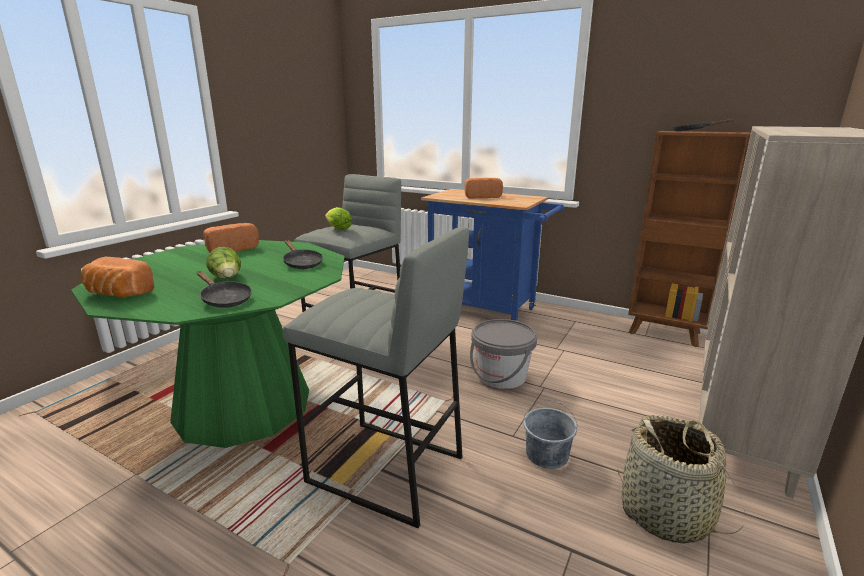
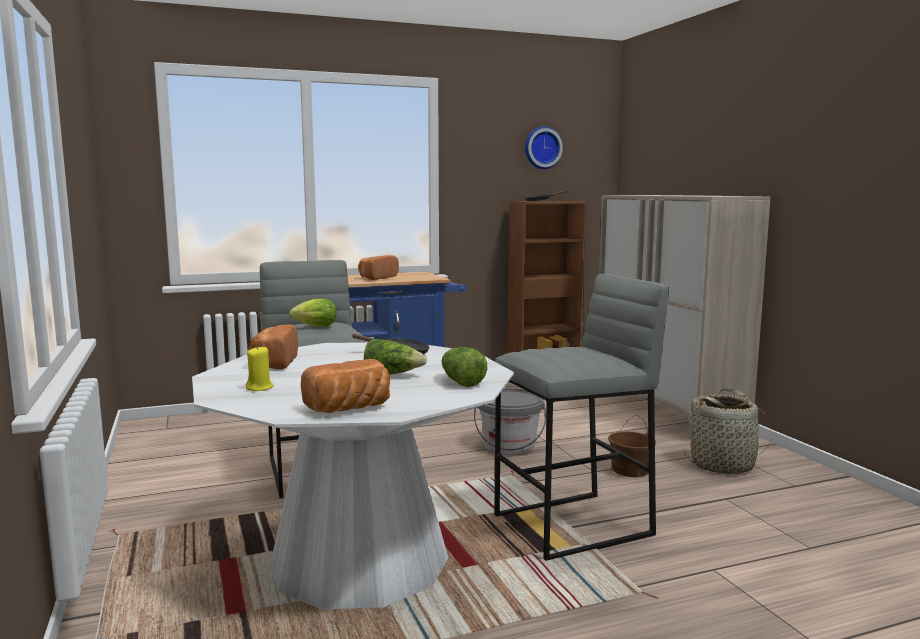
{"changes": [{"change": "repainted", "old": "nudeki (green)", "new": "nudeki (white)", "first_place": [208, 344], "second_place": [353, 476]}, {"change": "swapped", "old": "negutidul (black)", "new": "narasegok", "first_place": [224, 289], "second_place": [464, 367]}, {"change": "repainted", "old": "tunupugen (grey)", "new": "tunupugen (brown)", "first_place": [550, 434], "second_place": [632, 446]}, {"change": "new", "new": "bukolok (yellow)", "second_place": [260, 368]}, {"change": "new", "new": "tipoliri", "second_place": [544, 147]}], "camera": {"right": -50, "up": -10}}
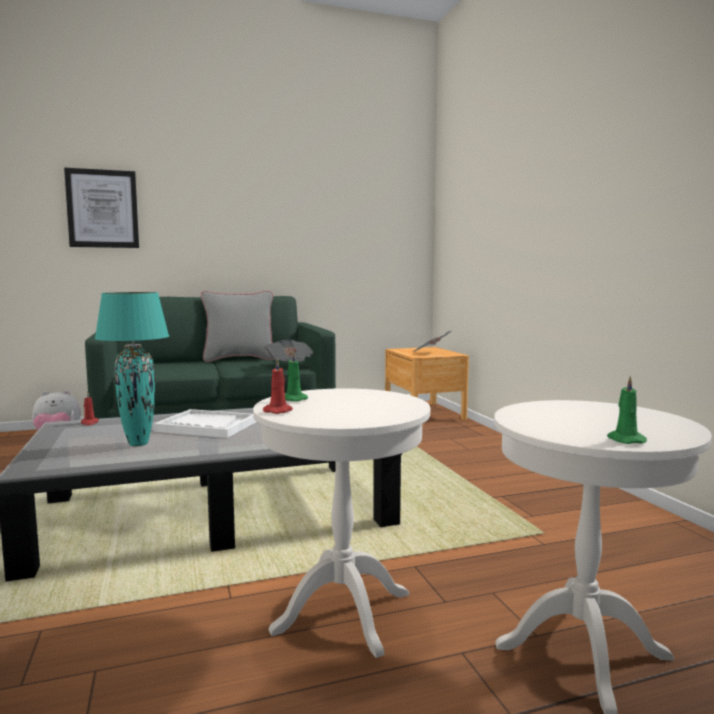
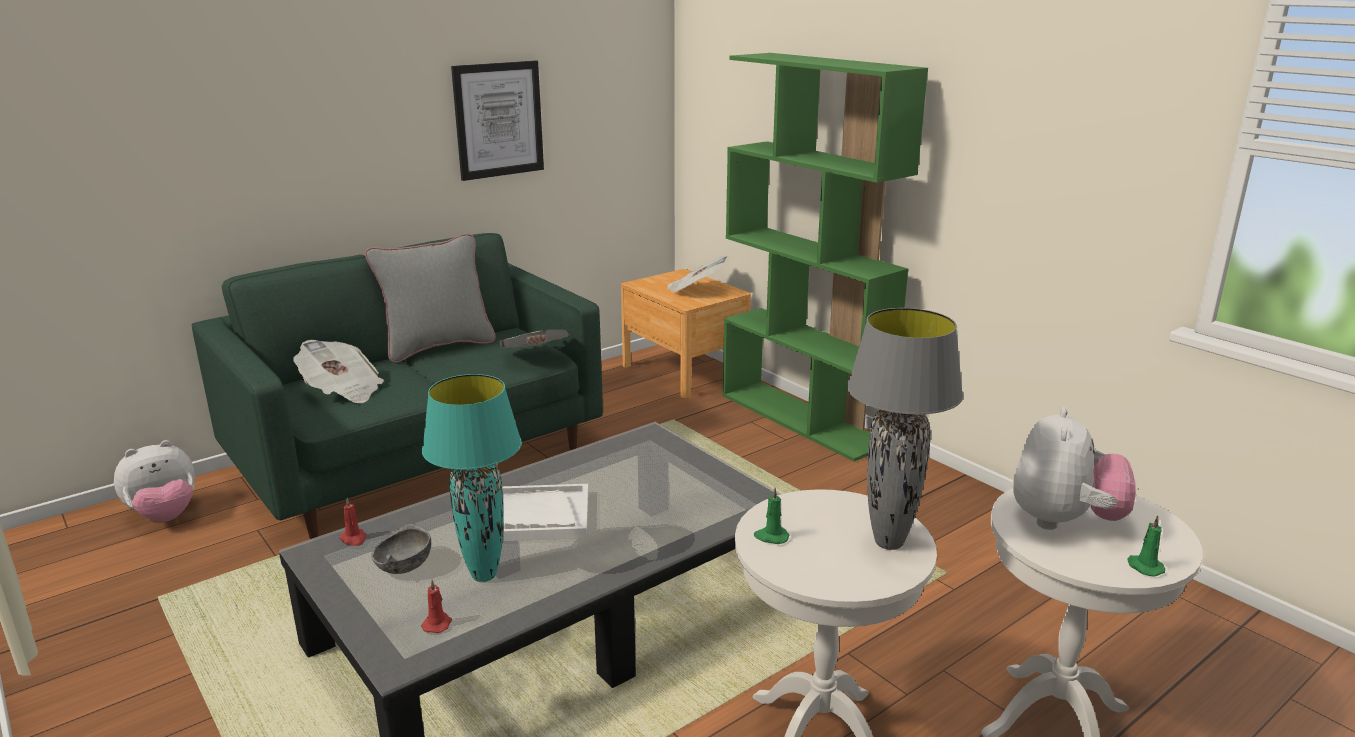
{"changes": [{"change": "shifted", "old": "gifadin", "first_place": [101, 208], "second_place": [497, 120]}, {"change": "shifted", "old": "bukolok (red)", "first_place": [278, 386], "second_place": [436, 606]}, {"change": "new", "new": "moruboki", "second_place": [338, 371]}, {"change": "new", "new": "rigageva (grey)", "second_place": [401, 548]}, {"change": "new", "new": "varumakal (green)", "second_place": [825, 257]}, {"change": "new", "new": "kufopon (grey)", "second_place": [905, 429]}, {"change": "new", "new": "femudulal", "second_place": [1074, 468]}], "camera": {"right": -20, "up": 15}}
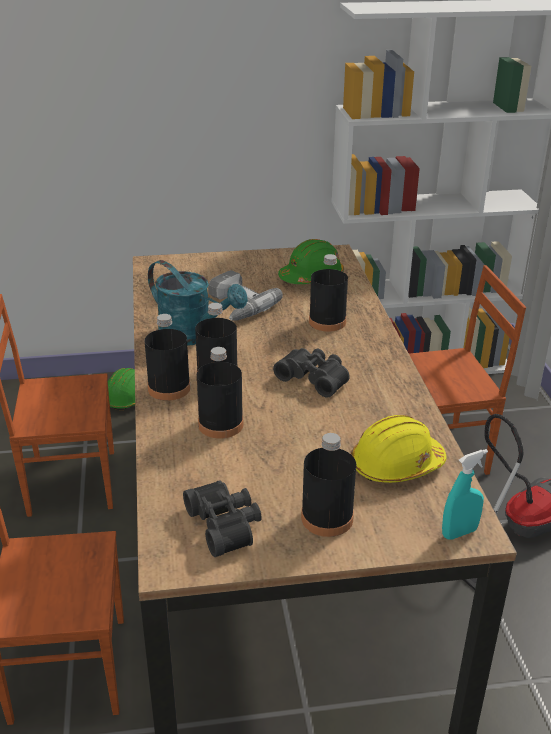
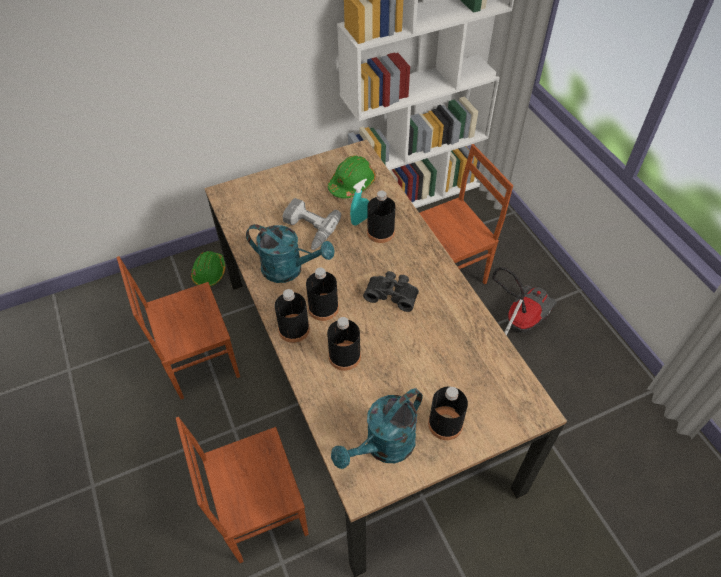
{"changes": [{"change": "swapped", "old": "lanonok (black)", "new": "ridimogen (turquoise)", "first_place": [222, 518], "second_place": [377, 428]}, {"change": "gone", "old": "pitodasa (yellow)", "first_place": [399, 449]}, {"change": "shifted", "old": "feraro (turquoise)", "first_place": [465, 494], "second_place": [359, 202]}], "camera": {"right": -15, "up": 20}}
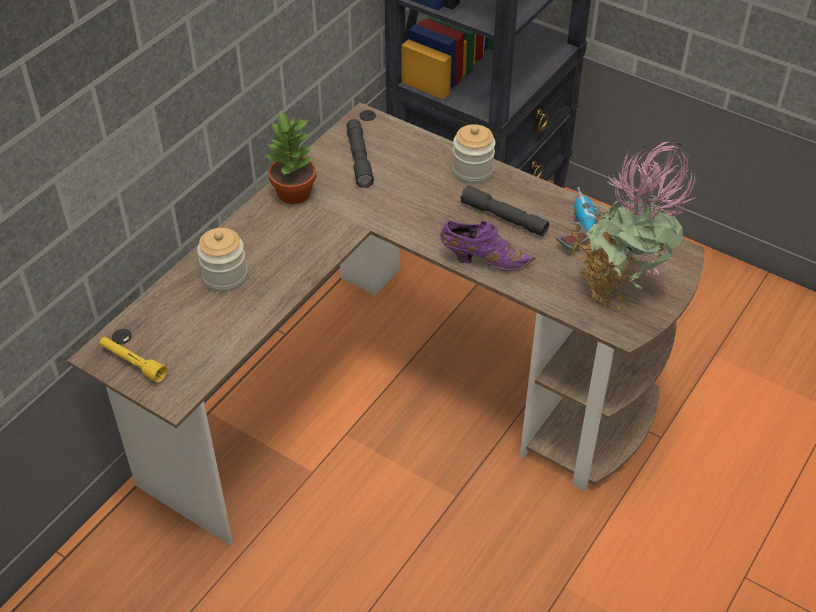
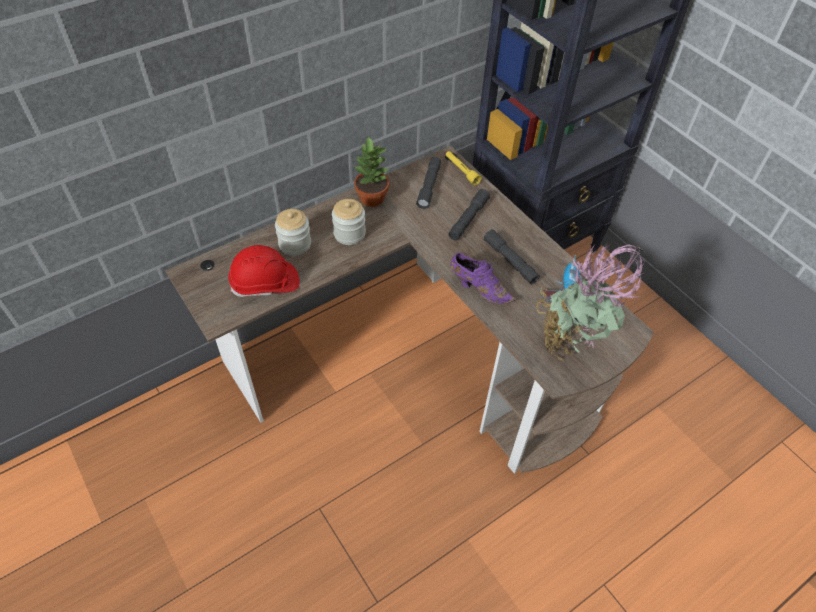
{"changes": [{"change": "shifted", "old": "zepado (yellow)", "first_place": [133, 360], "second_place": [464, 168]}, {"change": "shifted", "old": "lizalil", "first_place": [473, 154], "second_place": [349, 222]}, {"change": "new", "new": "pitodasa (red)", "second_place": [264, 271]}, {"change": "new", "new": "zepado (grey)", "second_place": [469, 214]}], "camera": {"right": 20, "up": 5}}
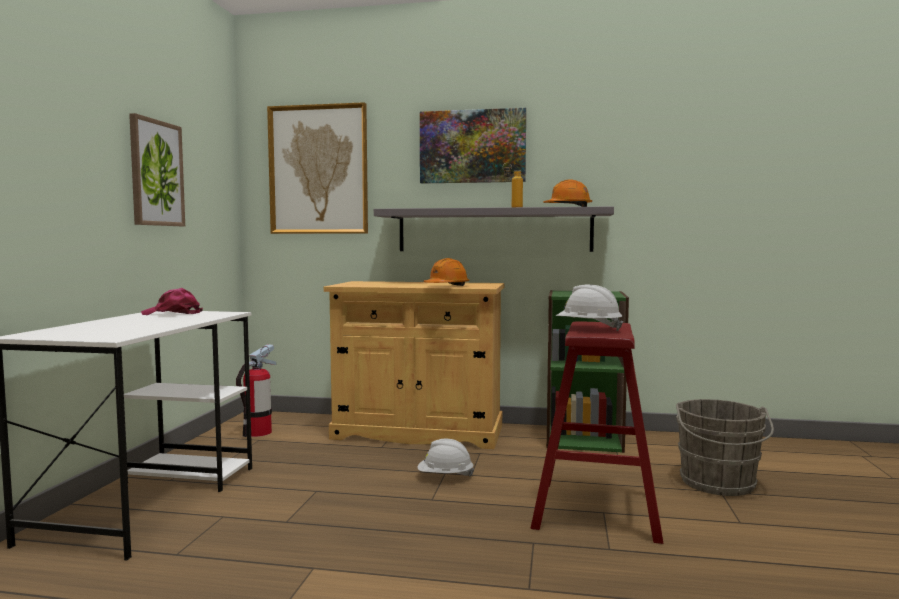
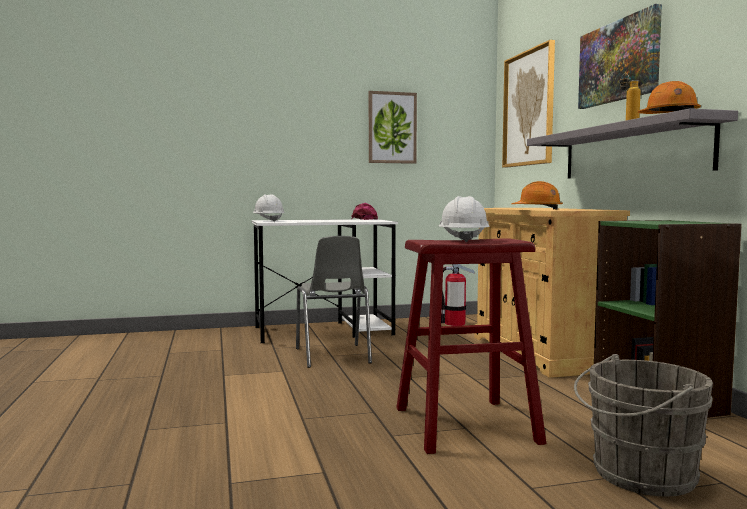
{"changes": [{"change": "shifted", "old": "pitodasa (white)", "first_place": [446, 458], "second_place": [269, 208]}, {"change": "new", "new": "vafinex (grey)", "second_place": [334, 302]}], "camera": {"right": 65, "up": 0}}
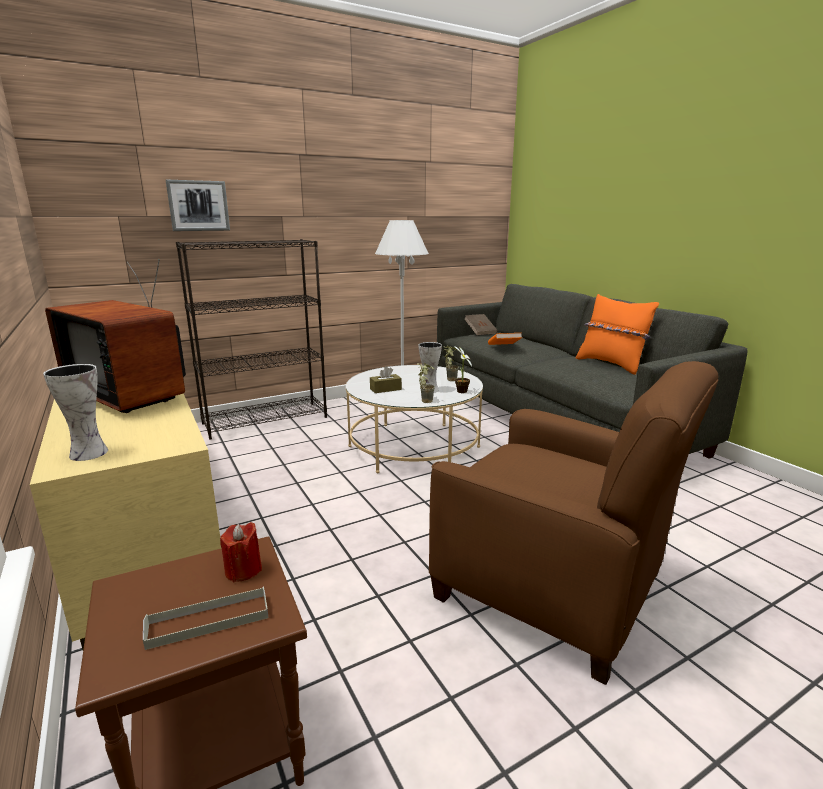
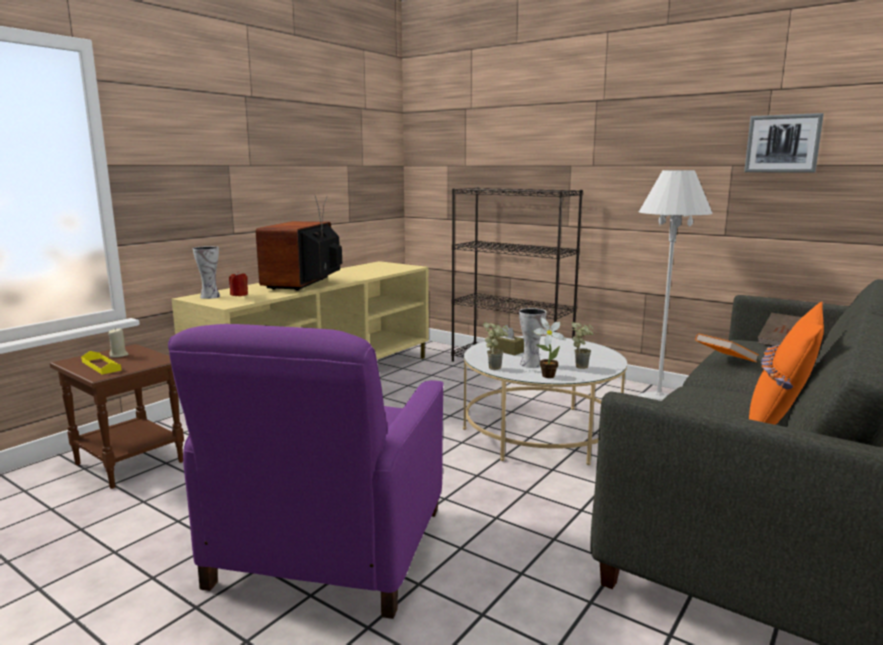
{"changes": [{"change": "repainted", "old": "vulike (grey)", "new": "vulike (yellow)", "first_place": [205, 618], "second_place": [101, 363]}, {"change": "shifted", "old": "gifadin", "first_place": [198, 205], "second_place": [784, 143]}, {"change": "shifted", "old": "bukolok (red)", "first_place": [241, 552], "second_place": [238, 283]}, {"change": "repainted", "old": "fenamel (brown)", "new": "fenamel (purple)", "first_place": [574, 523], "second_place": [306, 471]}, {"change": "new", "new": "bukolok (beige)", "second_place": [118, 343]}], "camera": {"right": 65, "up": -5}}
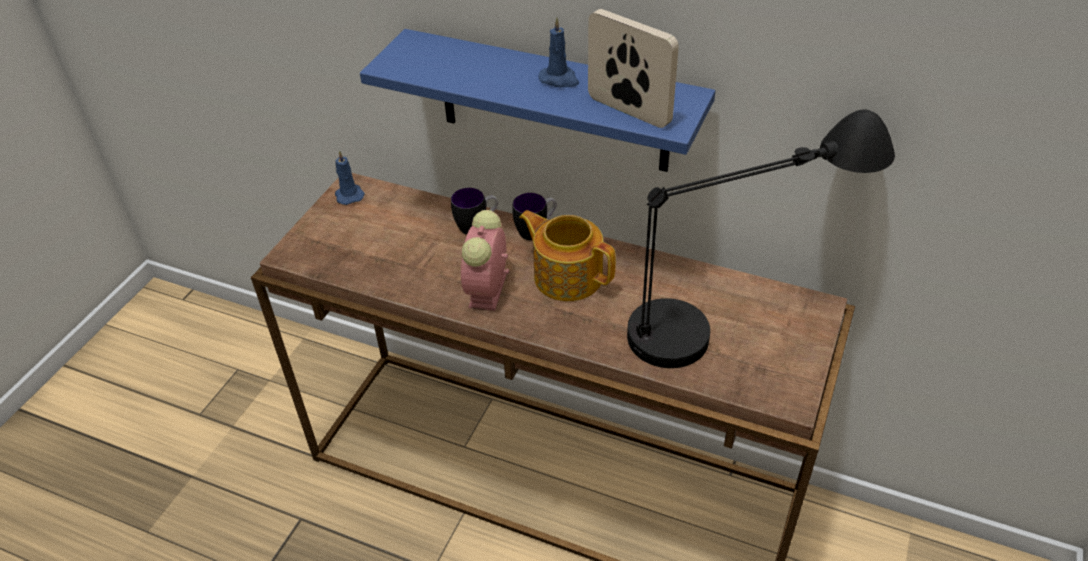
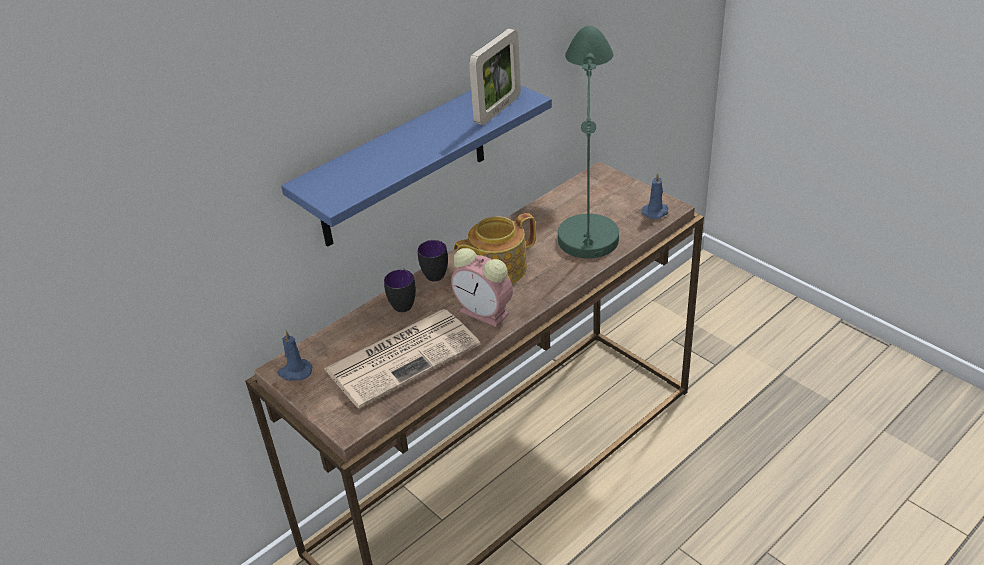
{"changes": [{"change": "shifted", "old": "bukolok (blue)", "first_place": [559, 52], "second_place": [655, 195]}, {"change": "rotated", "old": "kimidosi", "first_place": [633, 68], "second_place": [495, 77], "degrees": 150}, {"change": "repainted", "old": "kufopon (black)", "new": "kufopon (green)", "first_place": [761, 239], "second_place": [588, 142]}, {"change": "new", "new": "moruboki", "second_place": [402, 358]}], "camera": {"right": -65, "up": -5}}
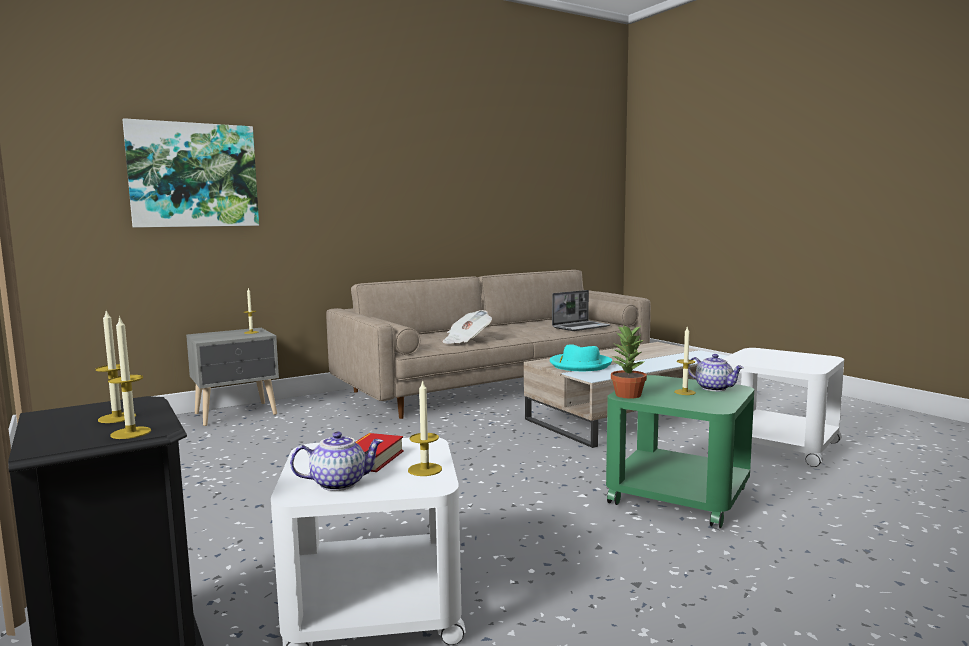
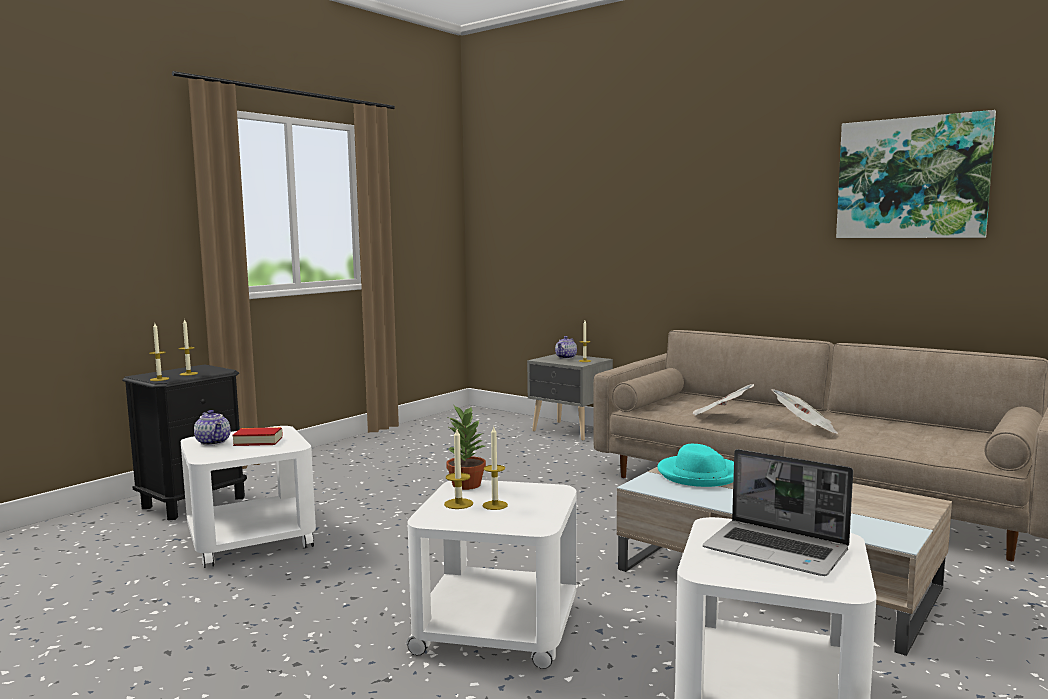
{"changes": [{"change": "shifted", "old": "gifadin", "first_place": [190, 173], "second_place": [916, 174]}, {"change": "shifted", "old": "bukolok", "first_place": [425, 428], "second_place": [458, 469]}, {"change": "shifted", "old": "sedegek", "first_place": [581, 310], "second_place": [778, 512]}, {"change": "repainted", "old": "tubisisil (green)", "new": "tubisisil (white)", "first_place": [680, 452], "second_place": [491, 574]}, {"change": "shifted", "old": "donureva", "first_place": [716, 372], "second_place": [566, 347]}, {"change": "new", "new": "moruboki", "second_place": [805, 411]}], "camera": {"right": 70, "up": 0}}
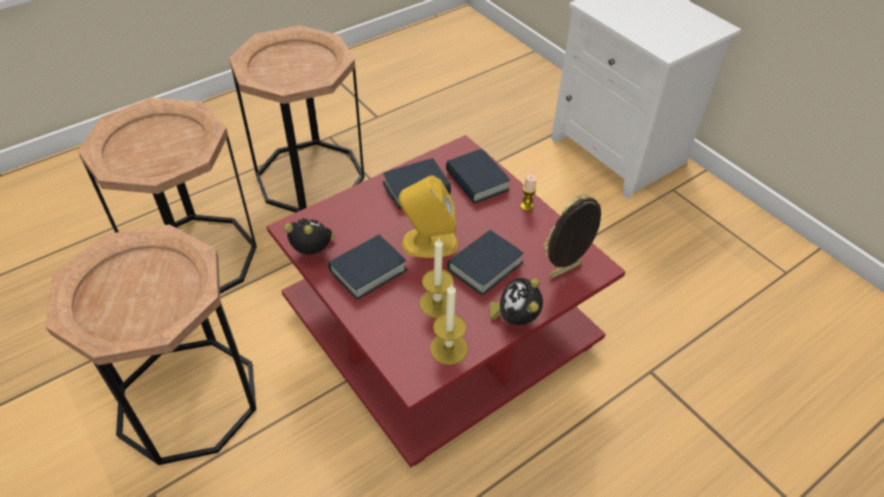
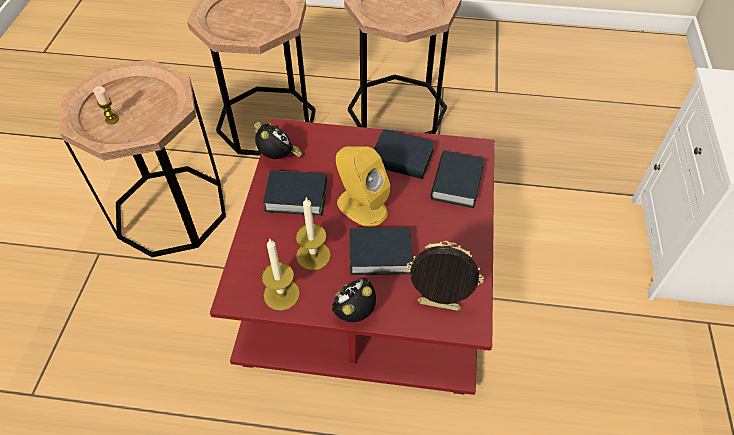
{"changes": [{"change": "shifted", "old": "bukolok", "first_place": [528, 192], "second_place": [106, 105]}], "camera": {"right": 45, "up": 5}}
